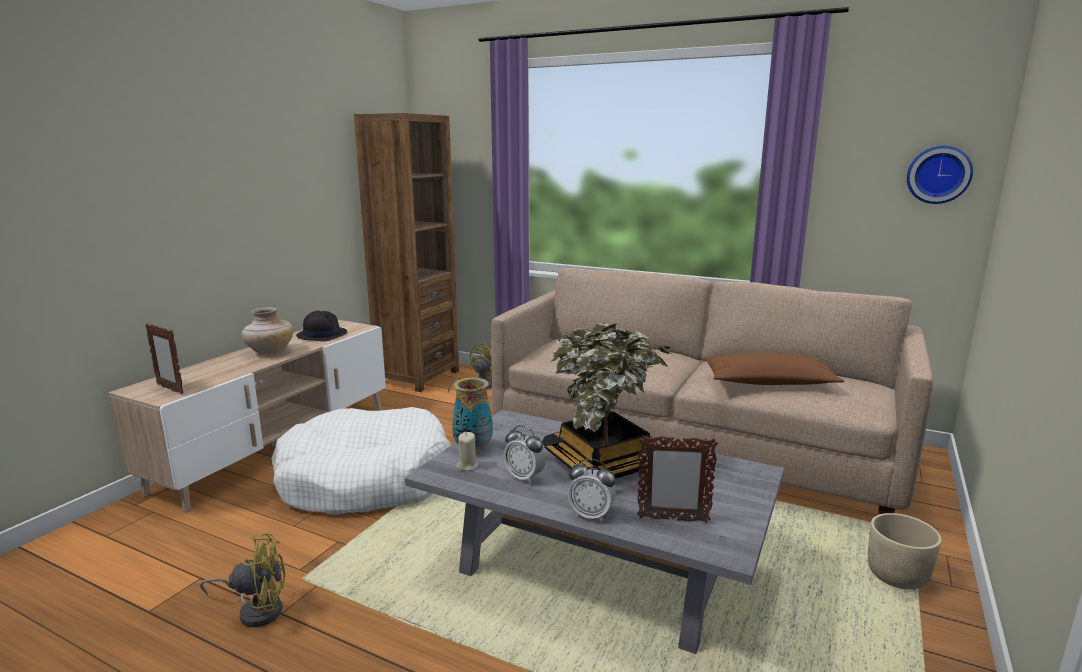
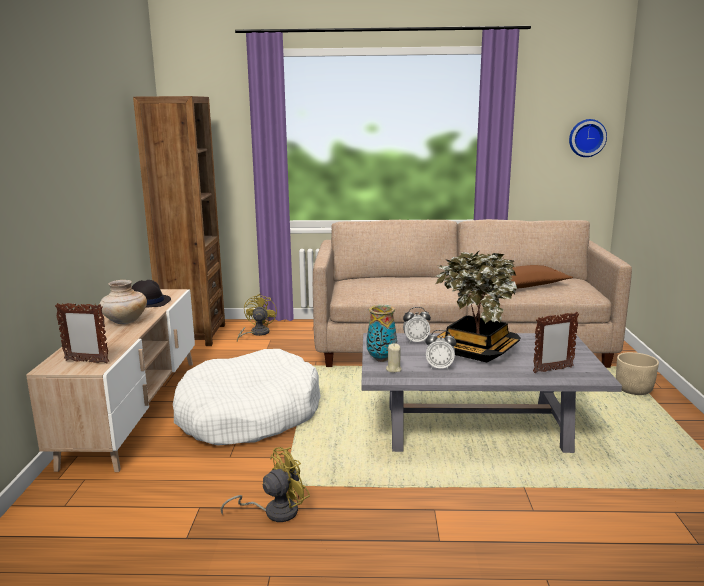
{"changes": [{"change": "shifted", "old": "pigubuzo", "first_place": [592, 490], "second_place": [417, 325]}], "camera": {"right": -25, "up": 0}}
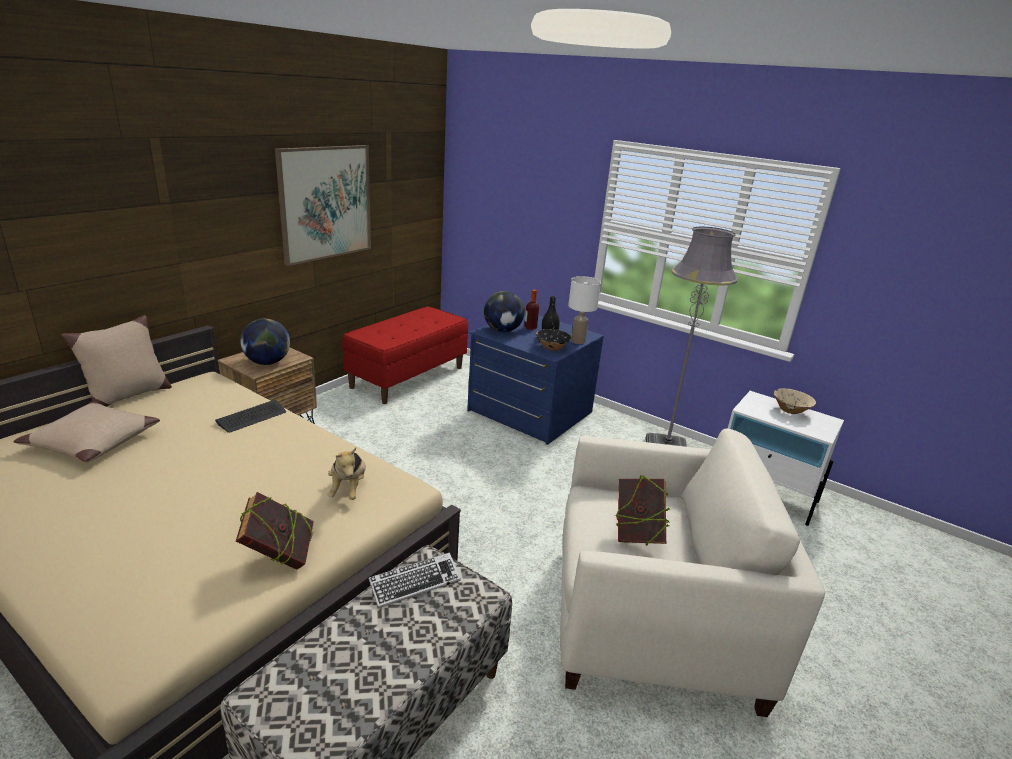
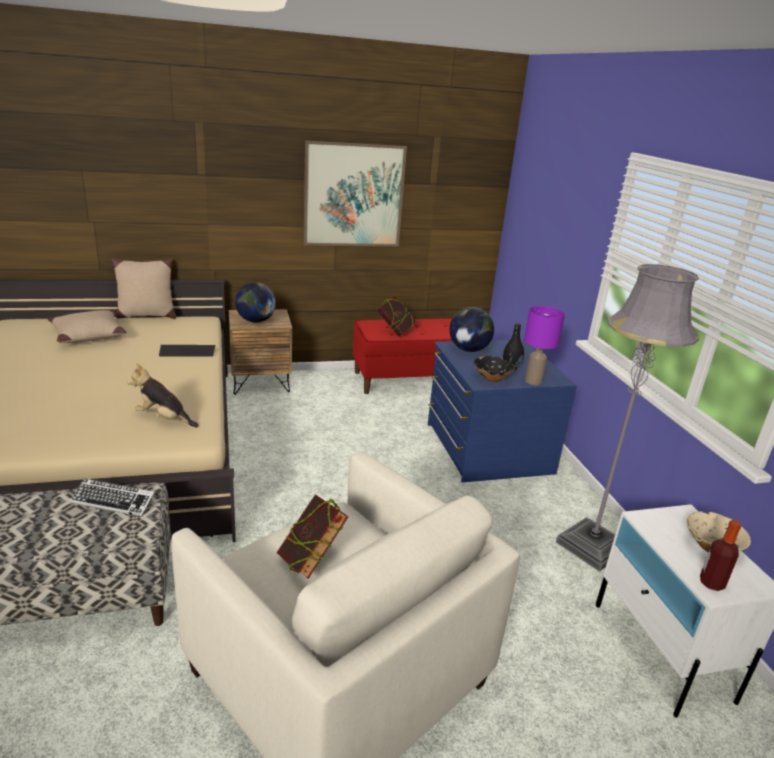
{"changes": [{"change": "shifted", "old": "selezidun", "first_place": [275, 531], "second_place": [396, 316]}, {"change": "rotated", "old": "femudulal", "first_place": [347, 473], "second_place": [163, 395], "degrees": 75}, {"change": "shifted", "old": "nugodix", "first_place": [531, 309], "second_place": [720, 555]}, {"change": "repainted", "old": "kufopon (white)", "new": "kufopon (purple)", "first_place": [584, 310], "second_place": [544, 345]}], "camera": {"right": 40, "up": 0}}
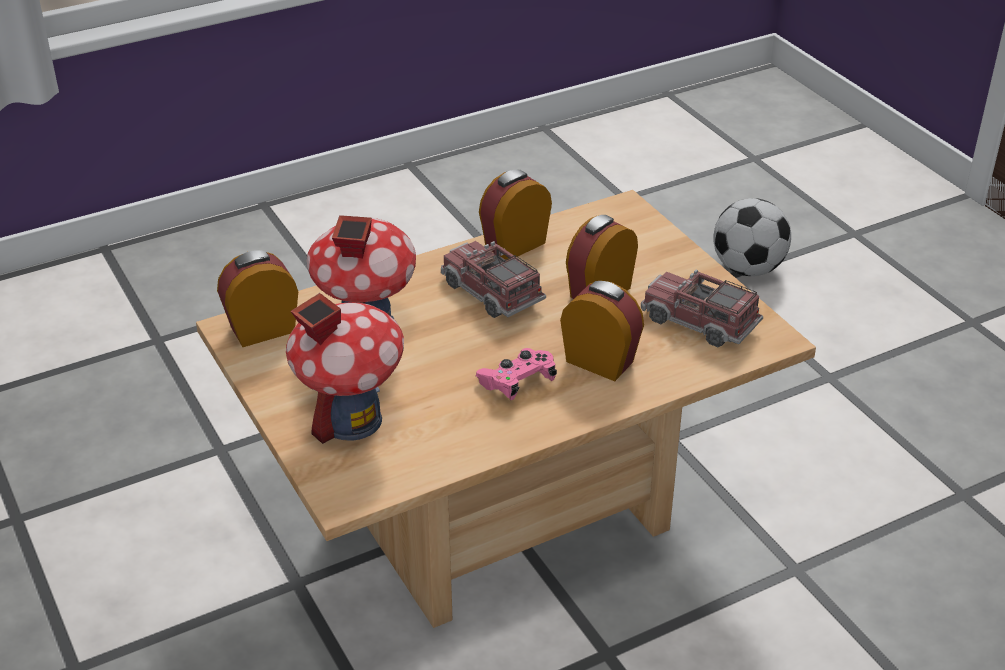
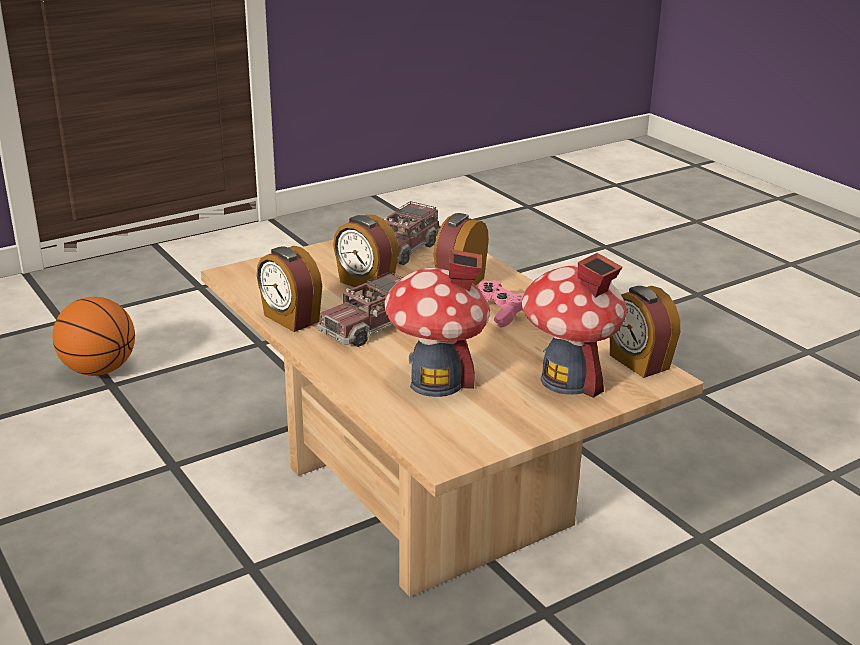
{"changes": [{"change": "shifted", "old": "pigubuzo", "first_place": [257, 298], "second_place": [644, 332]}, {"change": "swapped", "old": "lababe", "new": "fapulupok", "first_place": [752, 237], "second_place": [94, 336]}], "camera": {"right": -95, "up": -10}}
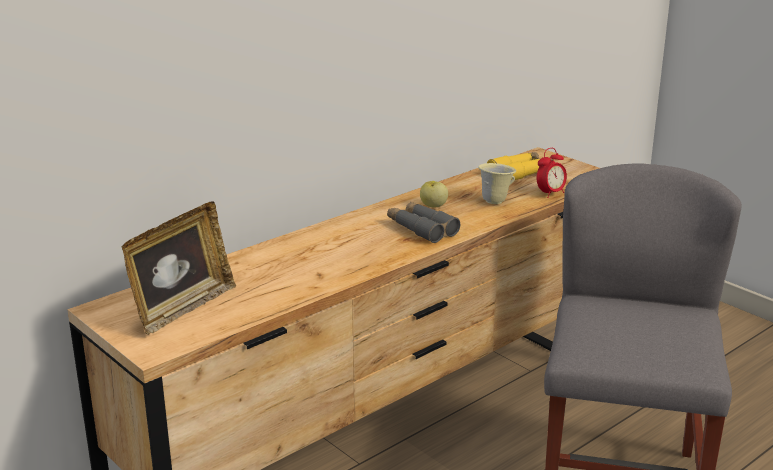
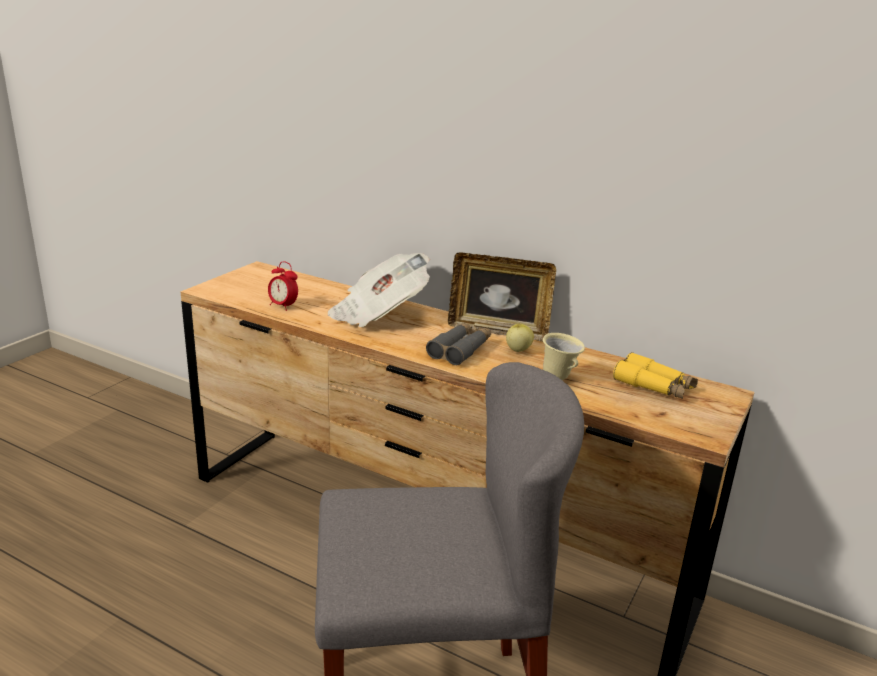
{"changes": [{"change": "shifted", "old": "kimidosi", "first_place": [178, 268], "second_place": [502, 297]}, {"change": "shifted", "old": "pigubuzo", "first_place": [552, 173], "second_place": [283, 286]}, {"change": "new", "new": "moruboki", "second_place": [379, 290]}], "camera": {"right": 70, "up": 0}}
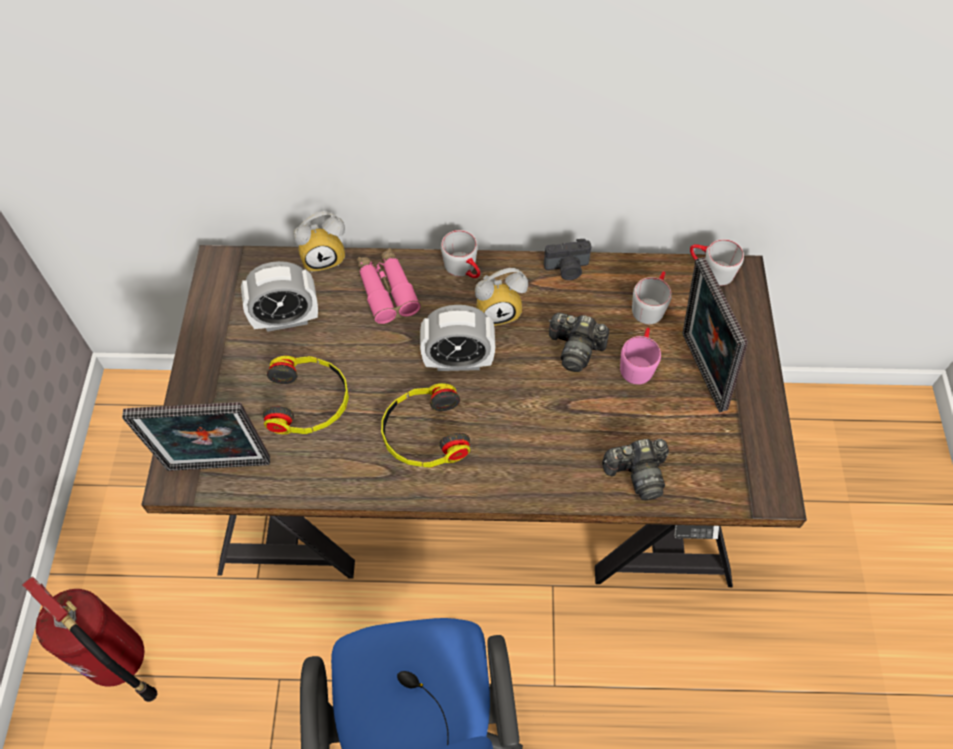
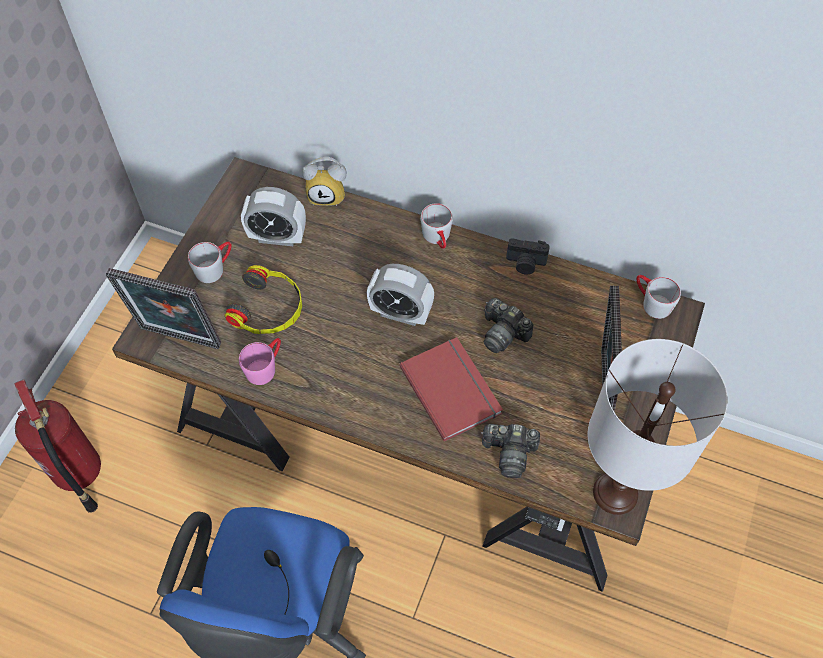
{"changes": [{"change": "gone", "old": "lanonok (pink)", "first_place": [389, 286]}, {"change": "gone", "old": "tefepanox", "first_place": [426, 425]}, {"change": "gone", "old": "pigubuzo", "first_place": [501, 297]}, {"change": "shifted", "old": "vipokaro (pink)", "first_place": [640, 355], "second_place": [260, 361]}, {"change": "shifted", "old": "vipokaro (grey)", "first_place": [652, 297], "second_place": [210, 262]}, {"change": "new", "new": "selezidun (red)", "second_place": [451, 389]}, {"change": "new", "new": "kufopon (white)", "second_place": [658, 427]}], "camera": {"right": 20, "up": 0}}
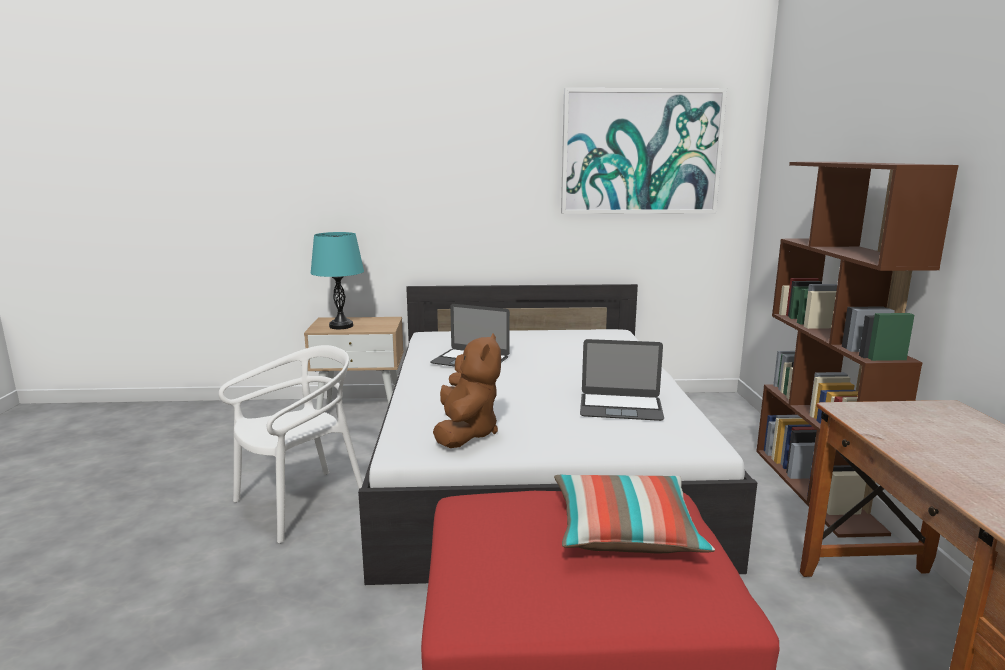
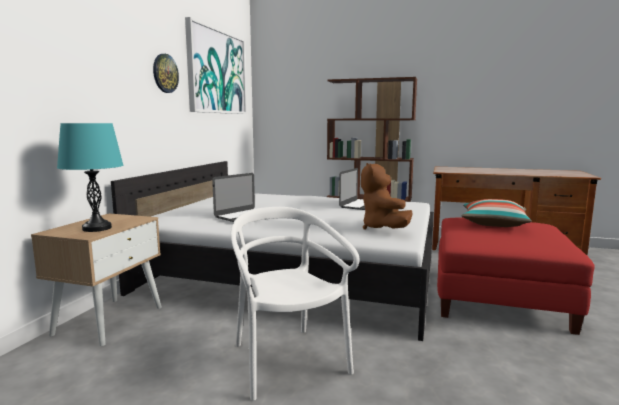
{"changes": [{"change": "rotated", "old": "femudulal (brown)", "first_place": [467, 390], "second_place": [386, 196], "degrees": -120}, {"change": "new", "new": "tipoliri", "second_place": [166, 73]}], "camera": {"right": -70, "up": -5}}
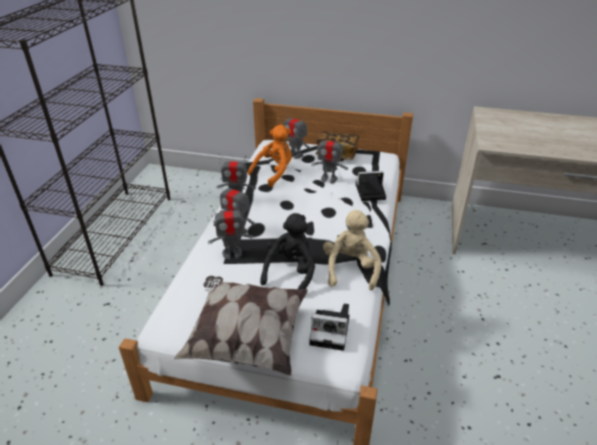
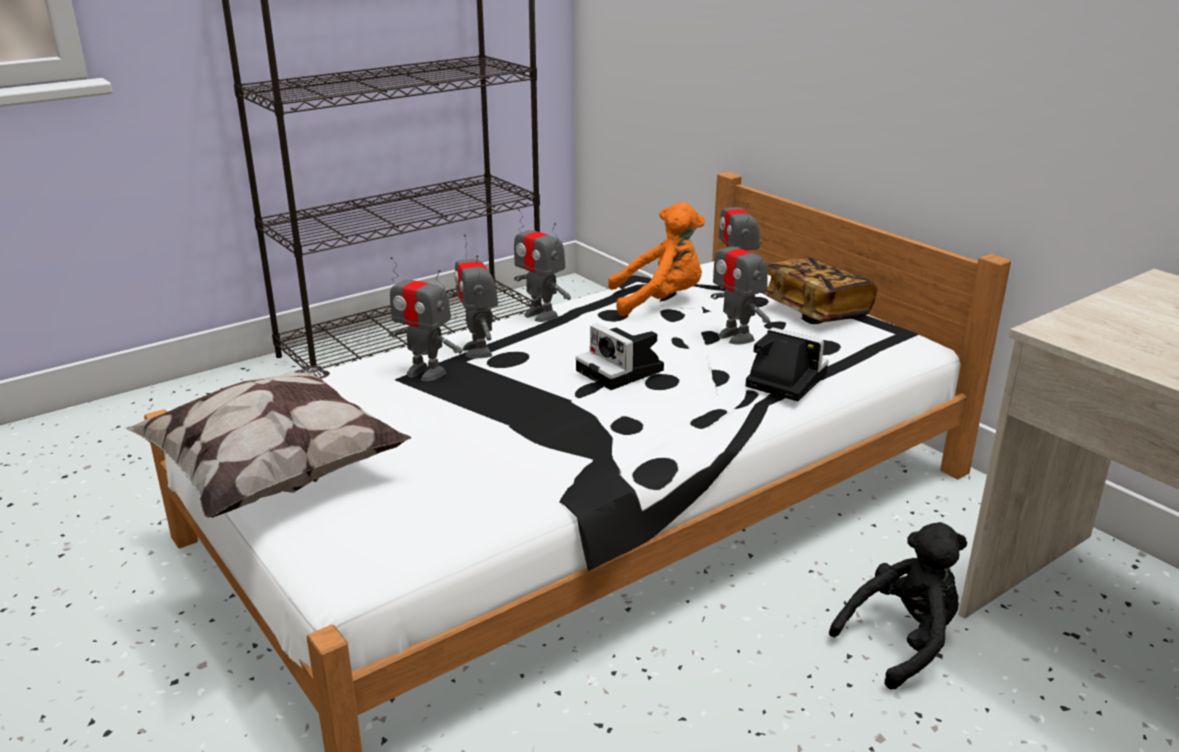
{"changes": [{"change": "shifted", "old": "femudulal (black)", "first_place": [287, 251], "second_place": [898, 605]}, {"change": "shifted", "old": "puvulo", "first_place": [329, 327], "second_place": [620, 357]}, {"change": "gone", "old": "femudulal (beige)", "first_place": [352, 250]}], "camera": {"right": 40, "up": -10}}
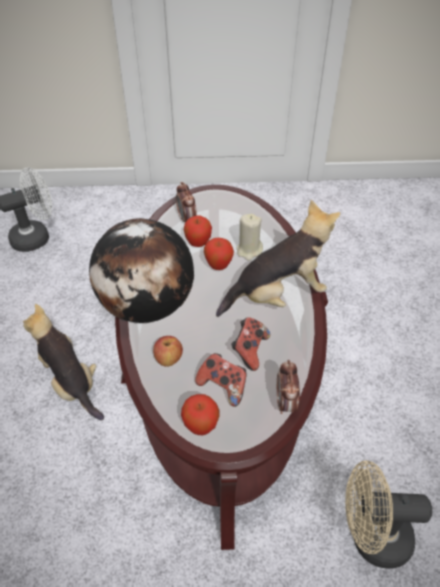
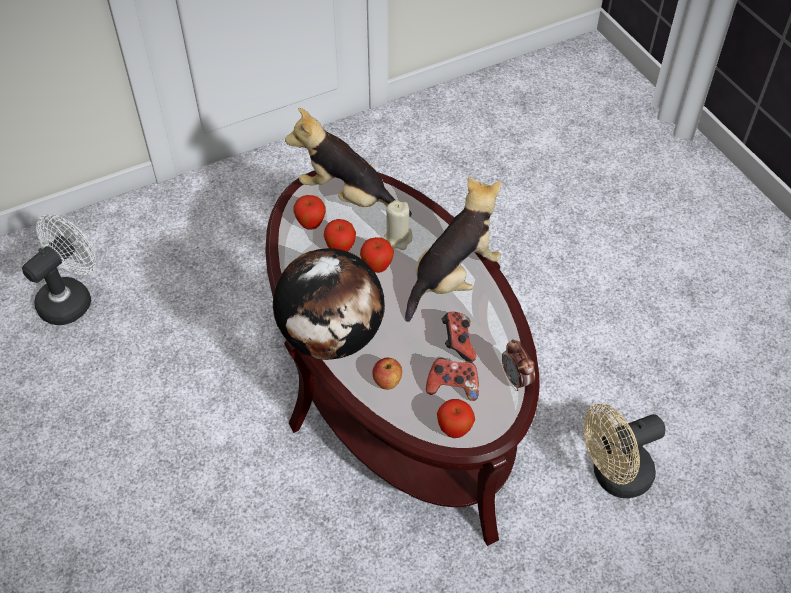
{"changes": [{"change": "shifted", "old": "femudulal", "first_place": [63, 362], "second_place": [348, 162]}, {"change": "swapped", "old": "pigubuzo", "new": "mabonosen", "first_place": [186, 202], "second_place": [309, 212]}], "camera": {"right": -25, "up": 5}}
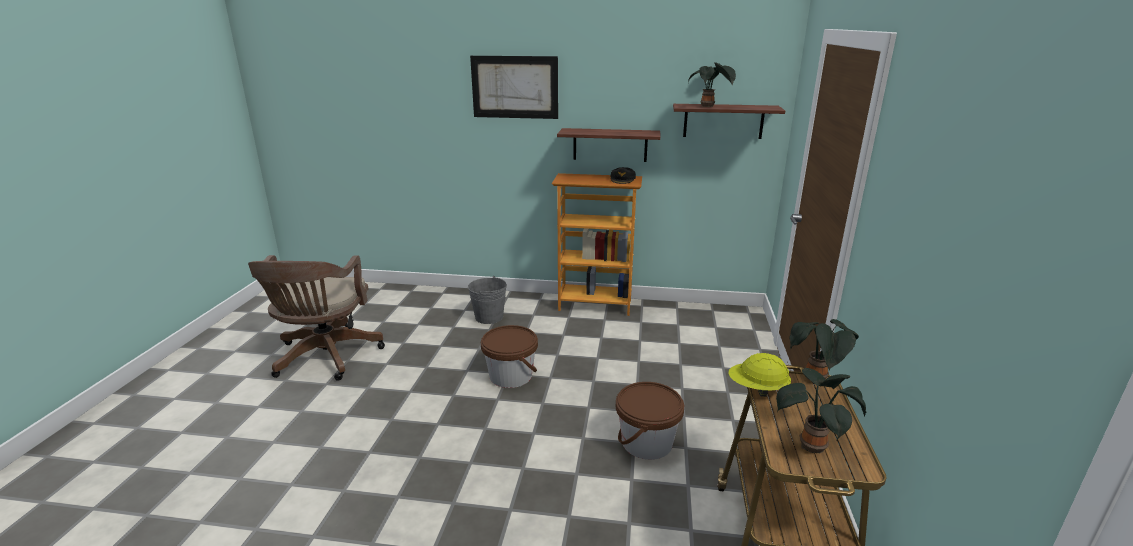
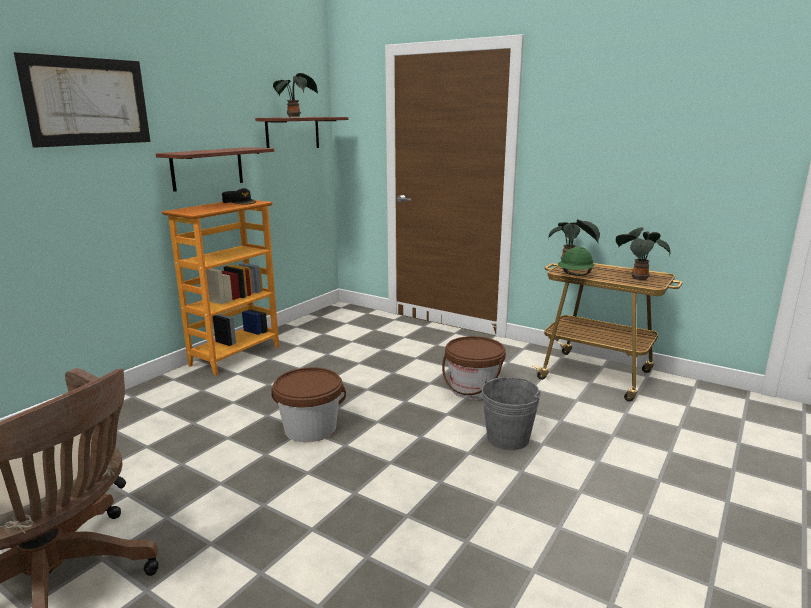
{"changes": [{"change": "shifted", "old": "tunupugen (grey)", "first_place": [487, 300], "second_place": [511, 413]}, {"change": "repainted", "old": "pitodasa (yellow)", "new": "pitodasa (green)", "first_place": [759, 375], "second_place": [576, 261]}], "camera": {"right": -65, "up": -5}}
